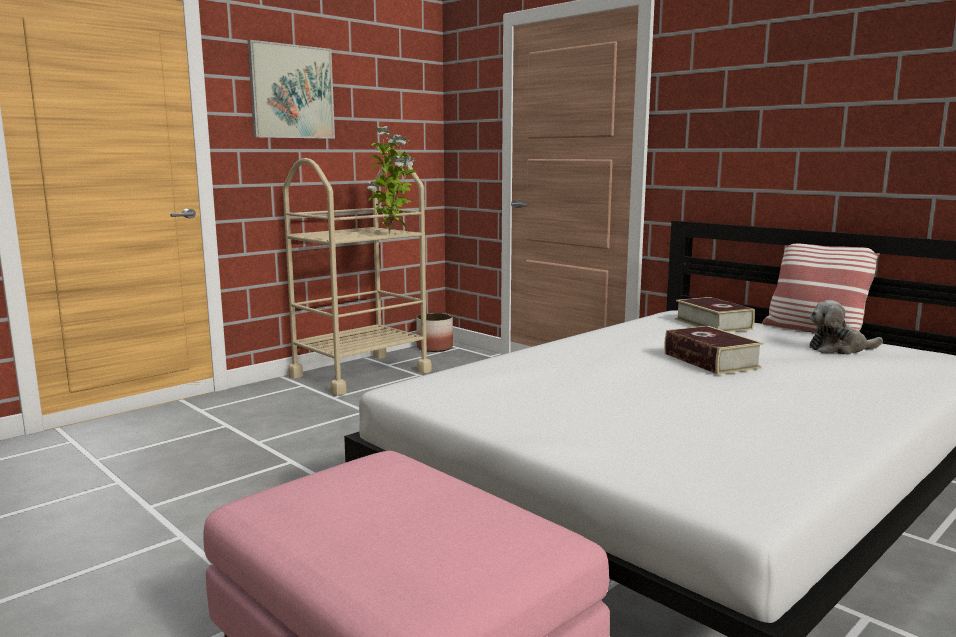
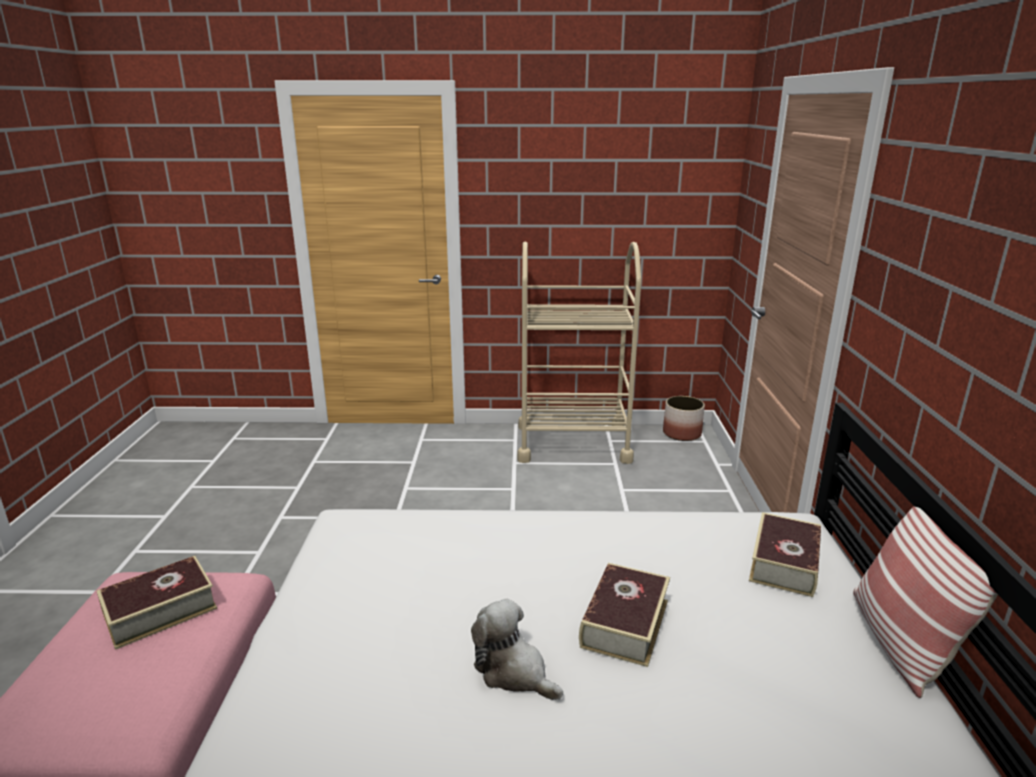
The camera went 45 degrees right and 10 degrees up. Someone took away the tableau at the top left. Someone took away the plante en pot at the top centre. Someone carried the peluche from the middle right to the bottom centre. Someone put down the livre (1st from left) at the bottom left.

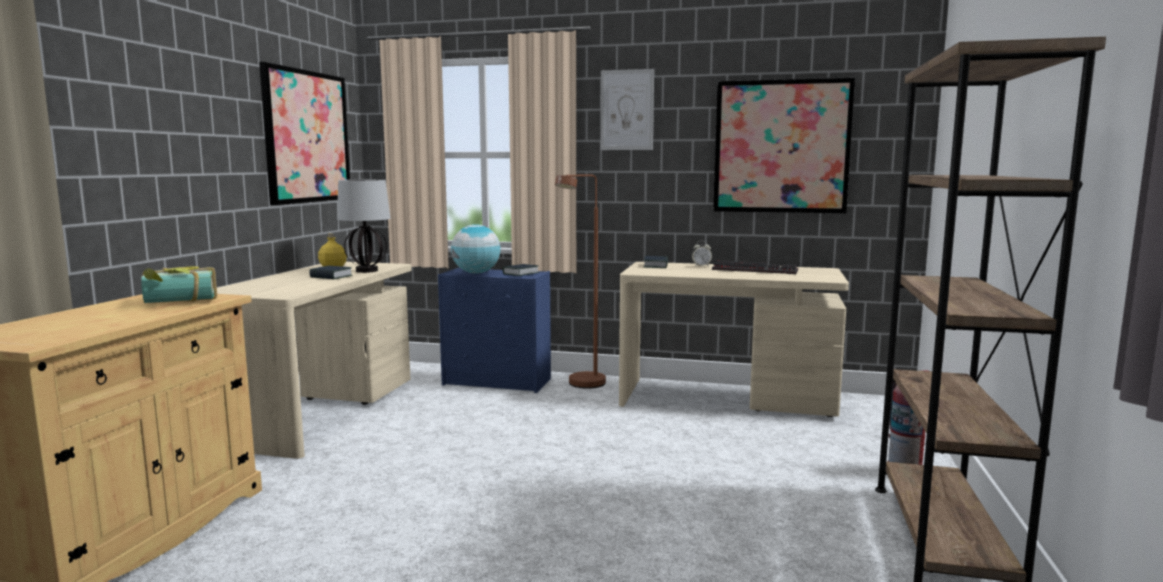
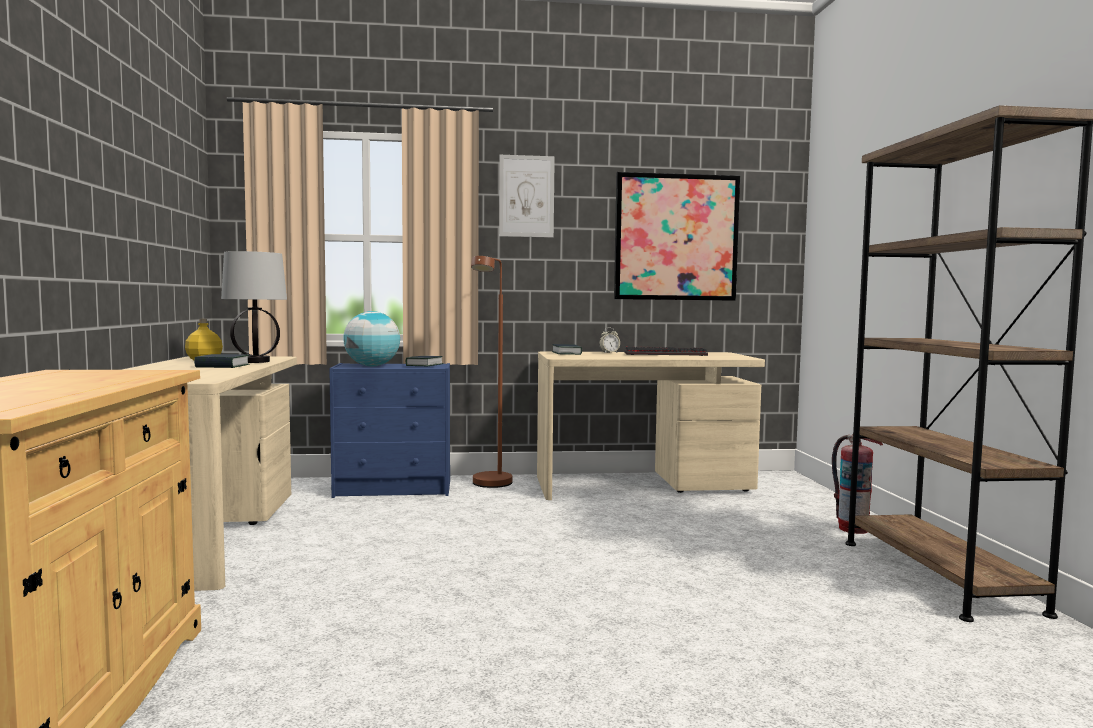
The camera went 20 degrees left and 5 degrees down. Someone took away the livre (1st from left) at the middle left. Someone took away the tableau (1st from left) at the top left.

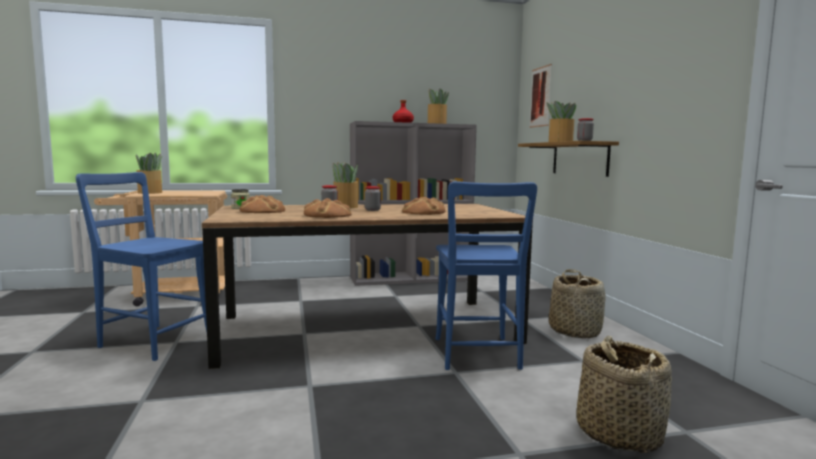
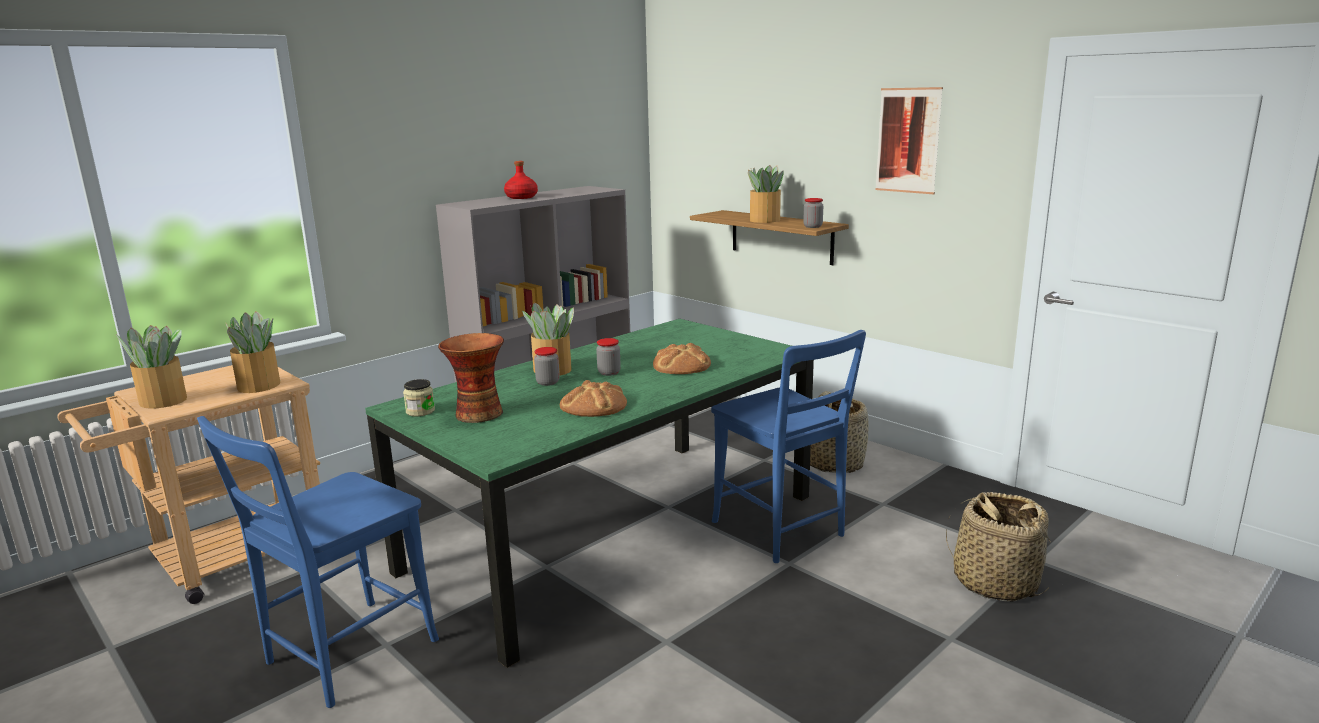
The camera went 30 degrees left and 10 degrees up. Someone rotated the chaise (bleu) (1st from left) at the middle left by 45 degrees counterclockwise. Someone repainted the table à manger (marron) at the centre, which became the table à manger (vert) at the bottom centre. Someone swapped the pain (1st from left) at the middle left for the vase at the centre. Someone carried the plante en pot (3rd from left in the first image) from the top centre to the middle left. Someone carried the tableau from the top centre to the top right.

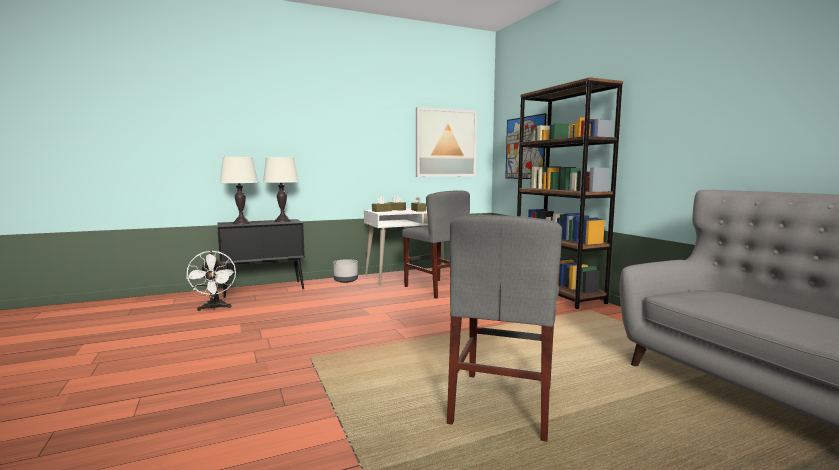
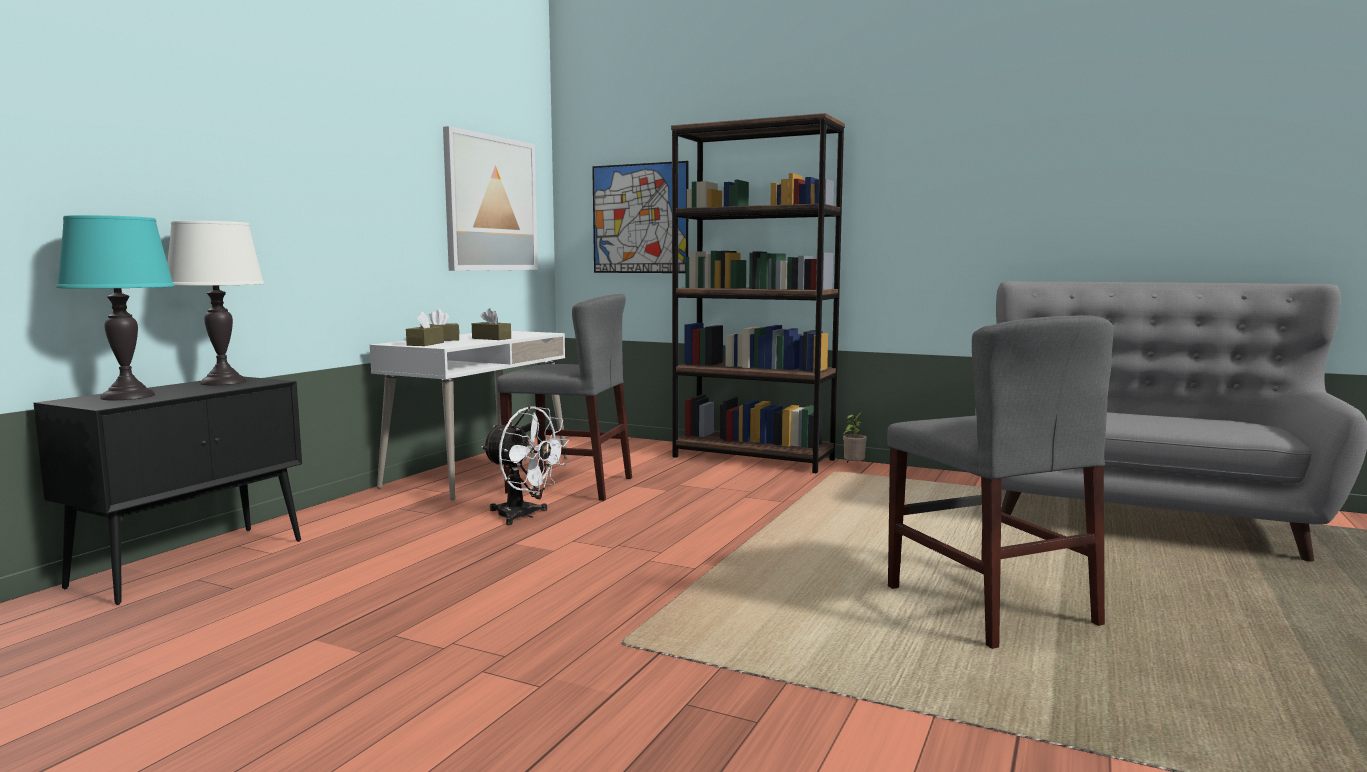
The camera went 40 degrees left and 0 degrees up. Someone carried the ventilateur (blanc) from the middle left to the centre. Someone repainted the lampe de table (blanc) (1st from left) at the middle left, which became the lampe de table (turquoise) at the middle left. Someone took away the cache-pot (gris) at the centre. Someone put down the plante en pot at the centre.

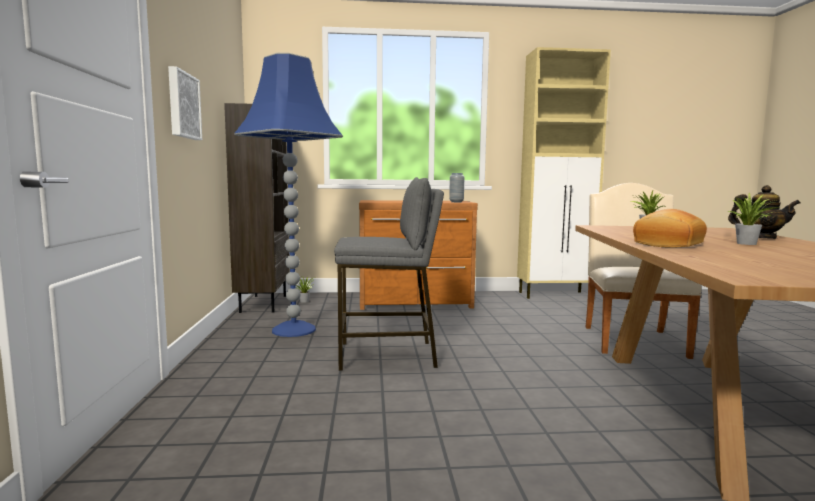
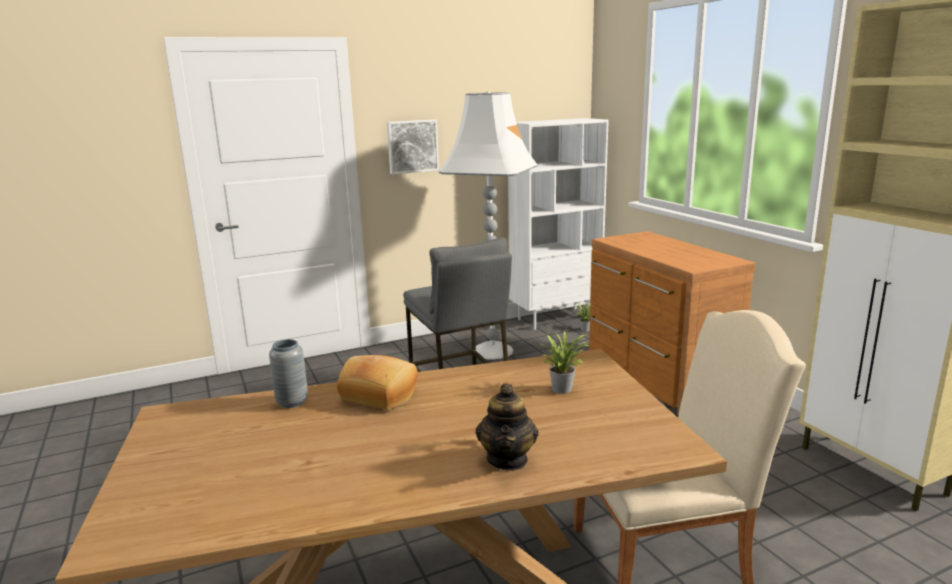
The camera went 70 degrees right and 10 degrees up. Someone repainted the bibliothèque (marron) at the middle left, which became the bibliothèque (blanc) at the centre. Someone repainted the lampadaire (bleu) at the centre, which became the lampadaire (blanc) at the centre. Someone carried the vase (gris) from the centre to the middle left. Someone took away the plante en pot (3rd from left) at the middle right.

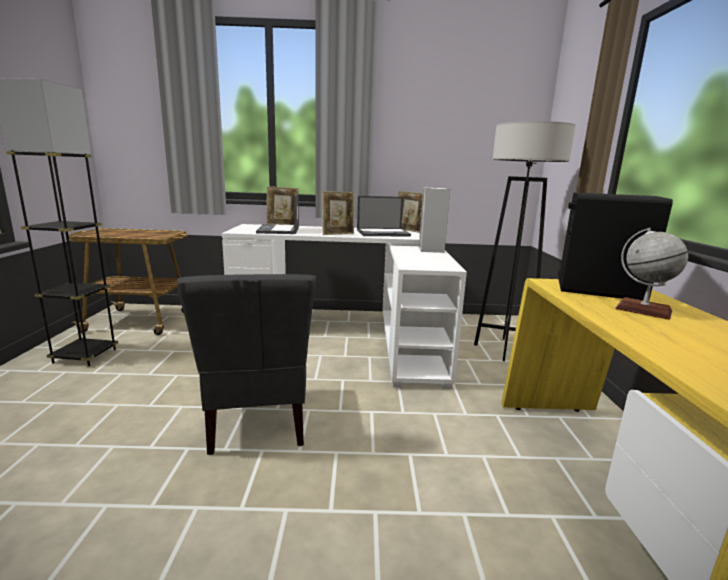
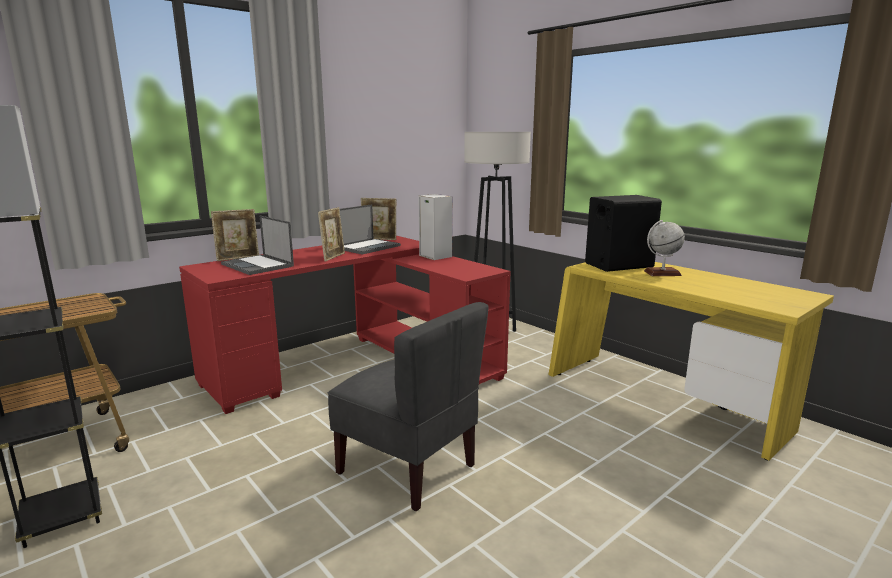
The camera went 40 degrees left and 0 degrees up. Someone repainted the bureau (blanc) at the centre, which became the bureau (rouge) at the centre.

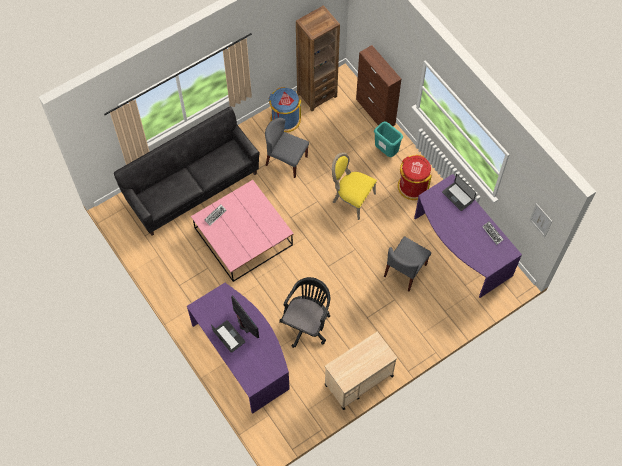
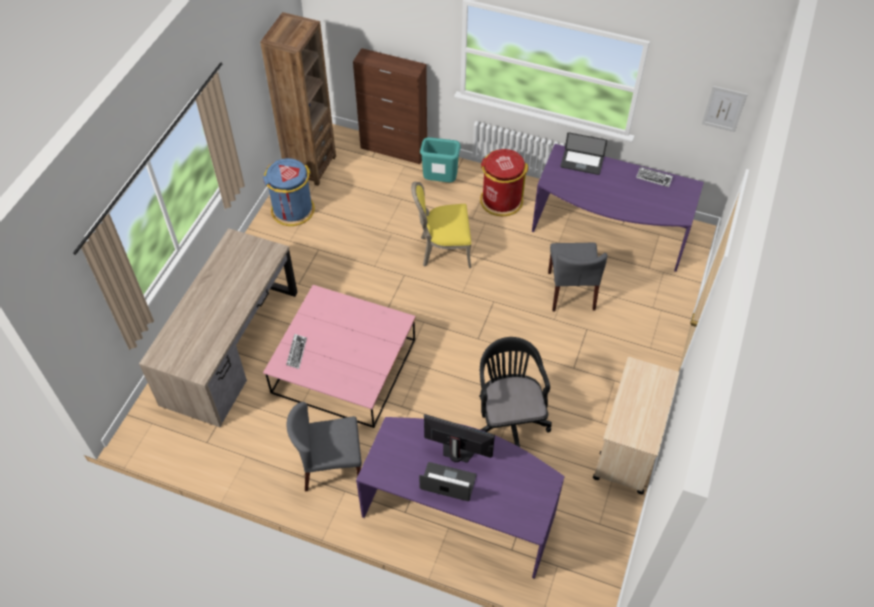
The camera went 35 degrees left and 10 degrees down. Someone swapped the canapé (noir) at the middle left for the bureau (marron) at the middle left. Someone carried the chaise (gris) (1st from left) from the top centre to the bottom centre.

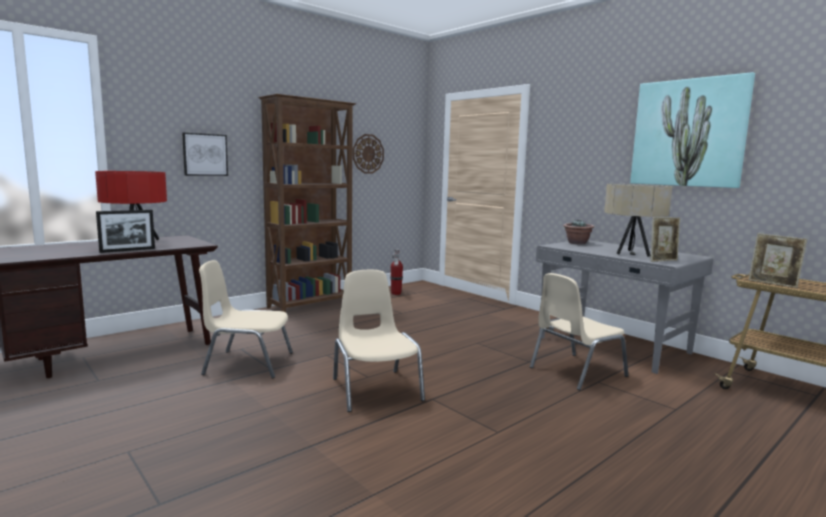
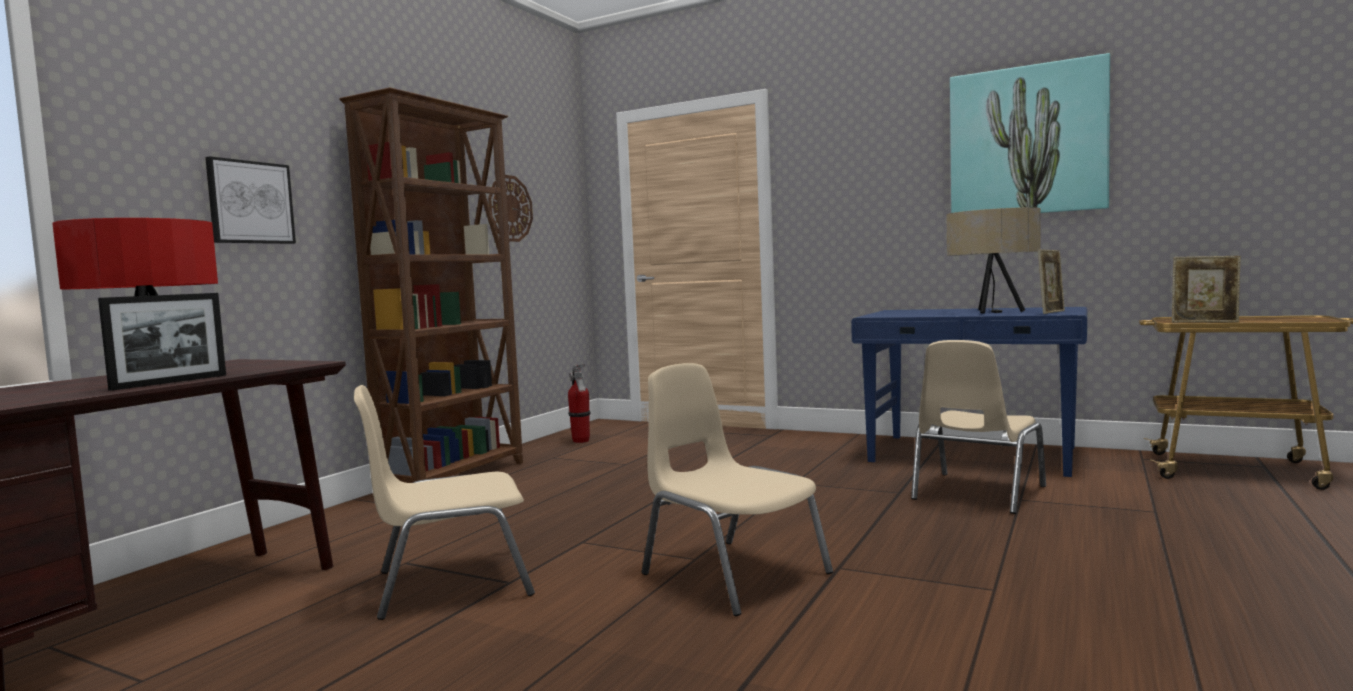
The camera went 20 degrees left and 5 degrees down. Someone repainted the bureau (gris) at the middle right, which became the bureau (bleu) at the middle right. Someone took away the plante en pot at the middle right.

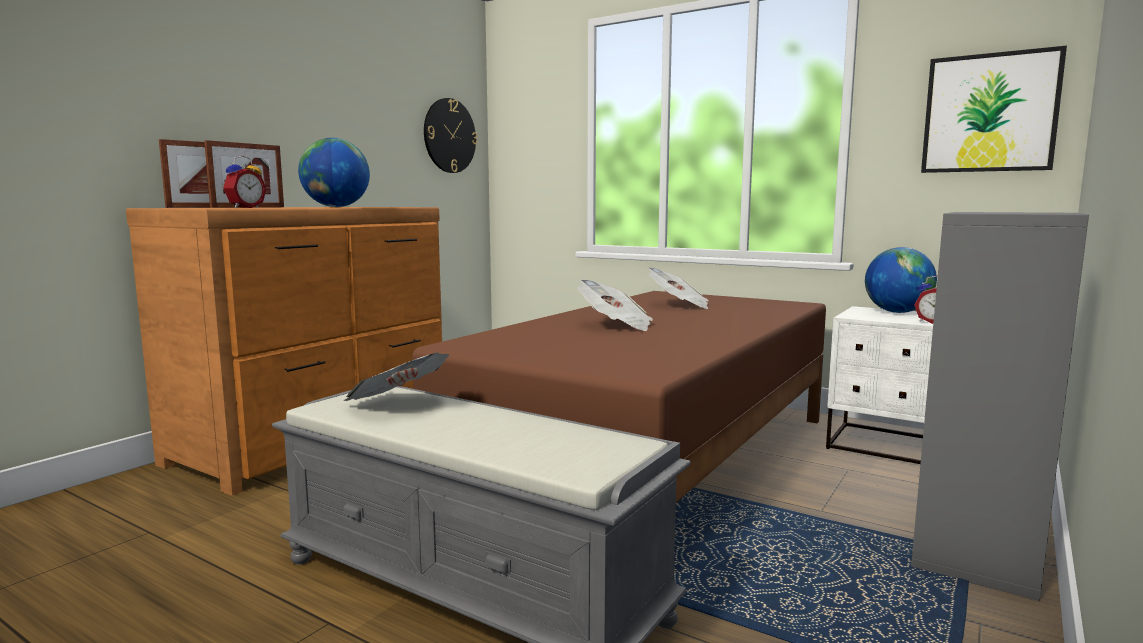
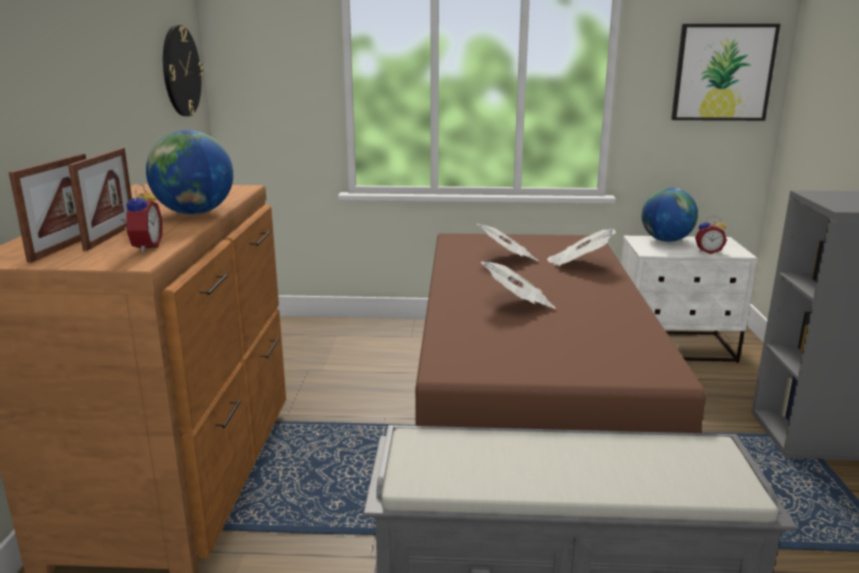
The camera went 30 degrees left and 10 degrees up. Someone carried the journal (1st from left in the first image) from the centre to the middle right.

